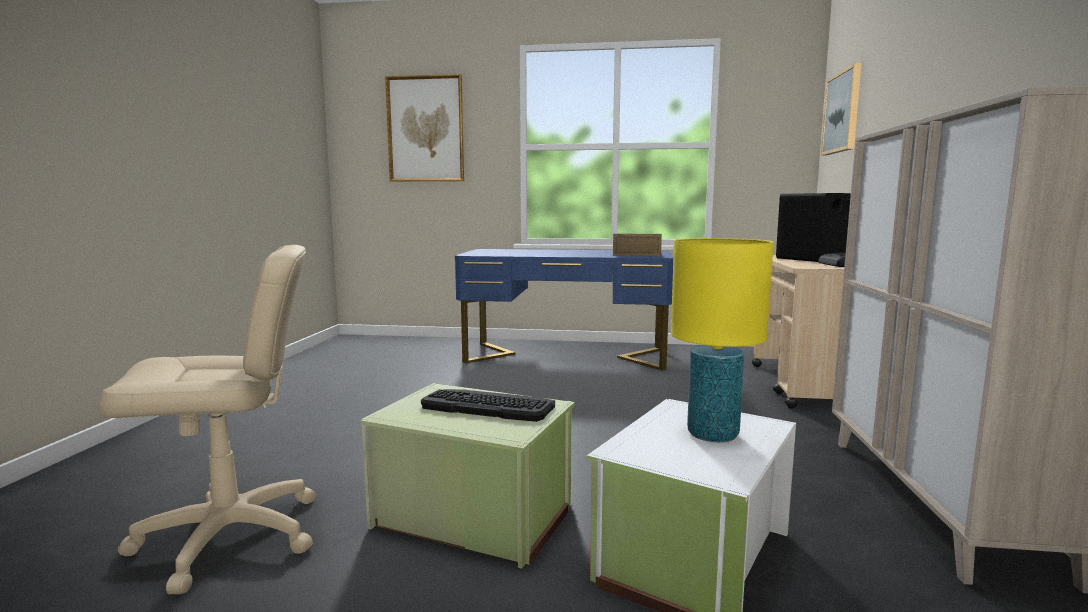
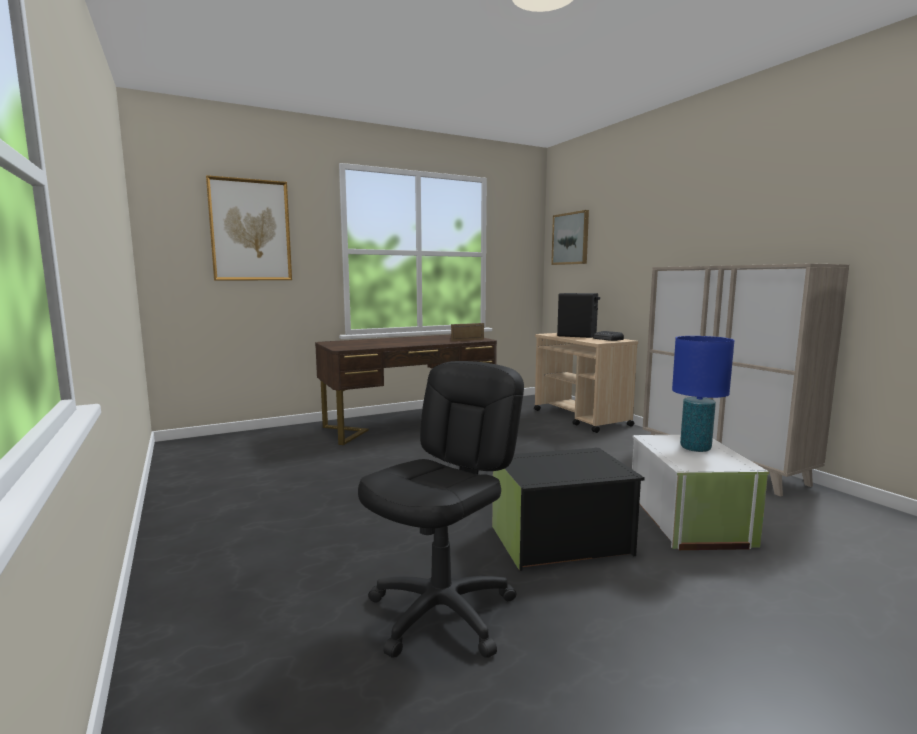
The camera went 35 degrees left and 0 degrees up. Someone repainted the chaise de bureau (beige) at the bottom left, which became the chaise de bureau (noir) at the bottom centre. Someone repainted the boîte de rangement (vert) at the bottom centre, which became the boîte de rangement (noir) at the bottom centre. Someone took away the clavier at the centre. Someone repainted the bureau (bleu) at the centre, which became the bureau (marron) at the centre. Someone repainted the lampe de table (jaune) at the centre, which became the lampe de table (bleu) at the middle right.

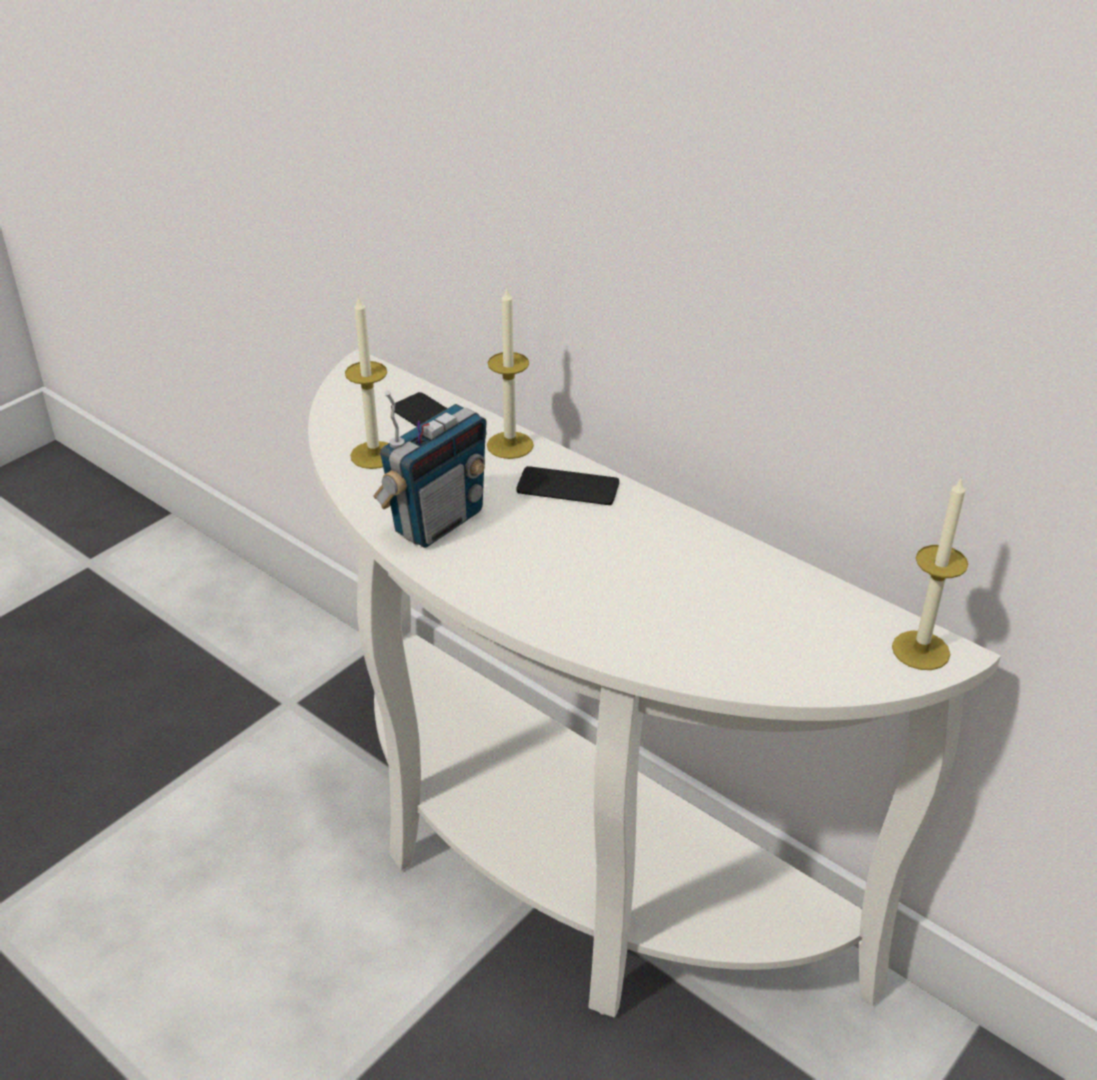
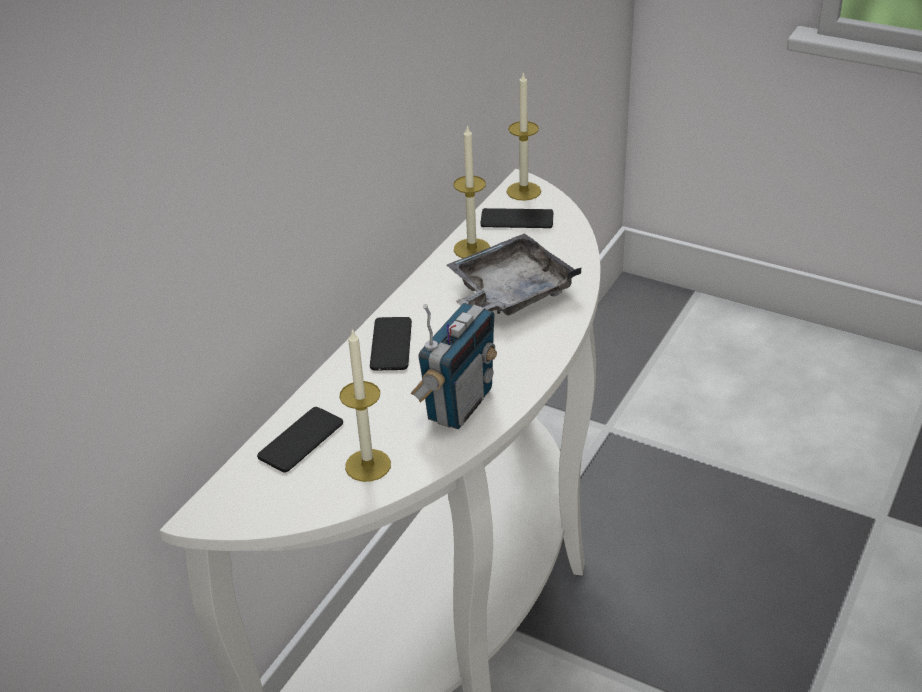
The camera went 100 degrees left and 0 degrees up. Someone rotated the radio at the centre by 90 degrees clockwise. Someone carried the bougie (2nd from left) from the centre to the top centre. Someone put down the plateau (gris) at the centre. Someone put down the téléphone (3rd from left) at the top centre.

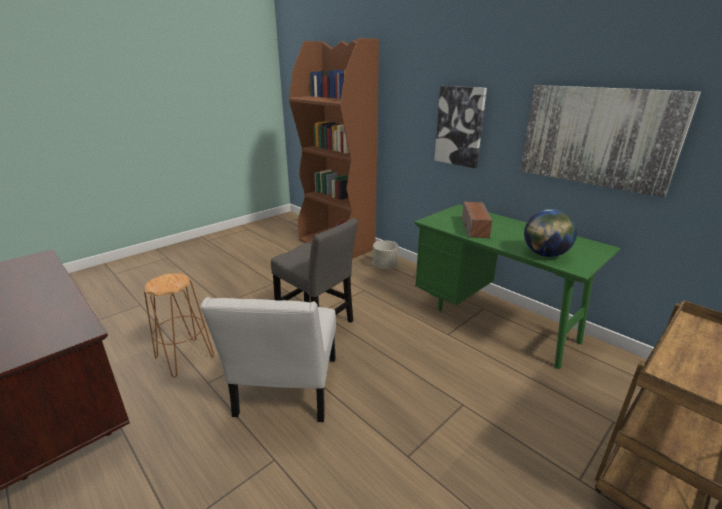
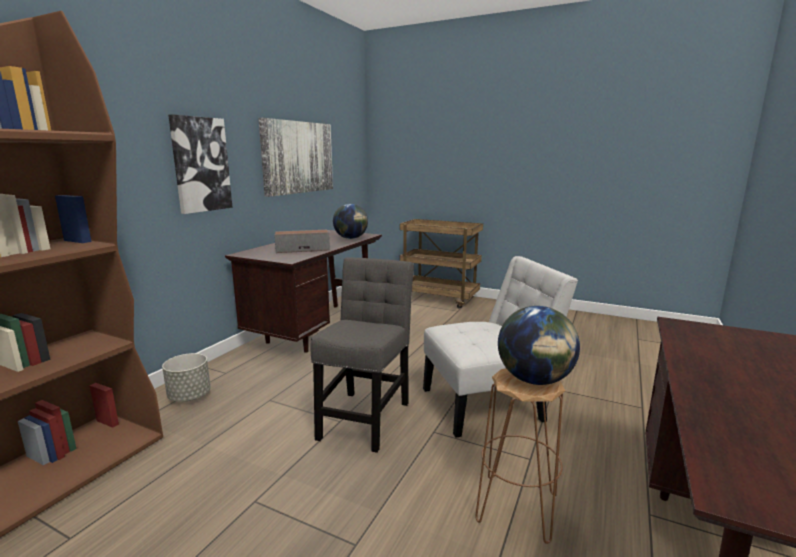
The camera went 110 degrees left and 10 degrees down. Someone repainted the bureau (vert) at the middle right, which became the bureau (marron) (1st from left) at the centre. Someone put down the globe (2nd from left) at the middle right.

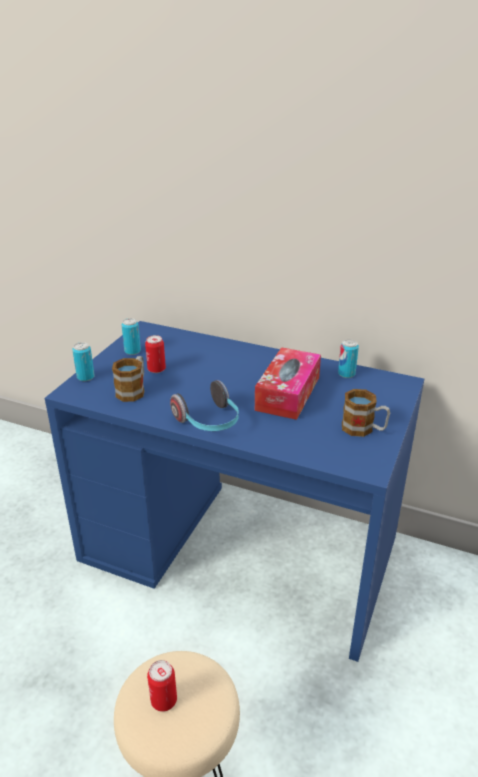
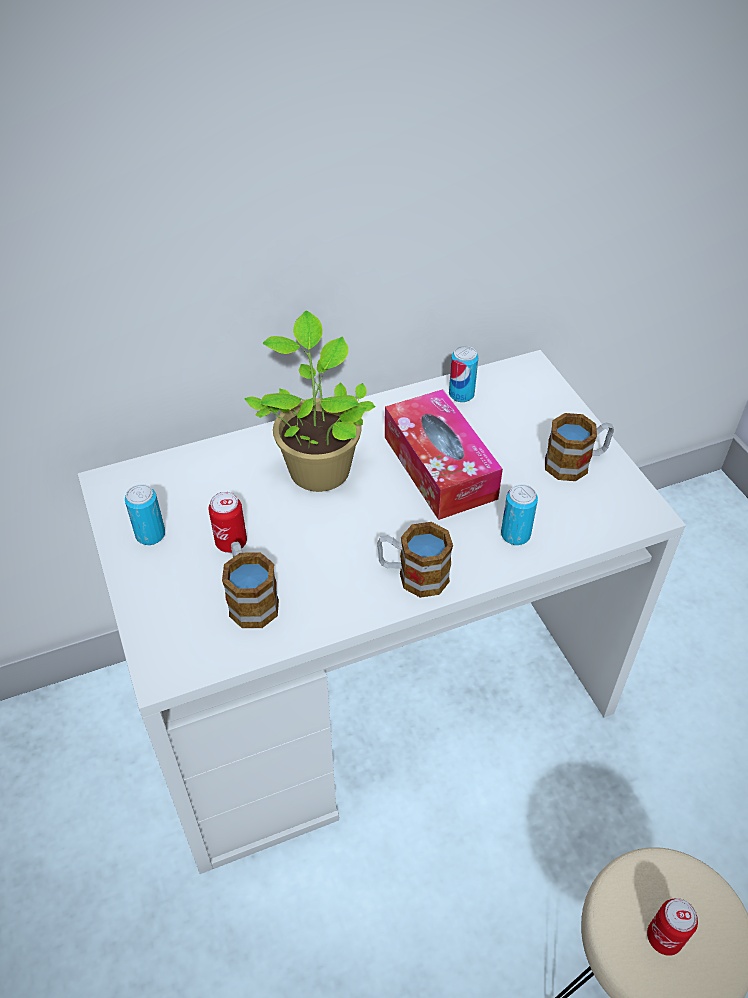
The camera went 45 degrees left and 15 degrees up. Someone repainted the bureau (bleu) at the centre, which became the bureau (blanc) at the centre. Someone carried the boîte métallique (1st from left in the first image) from the middle left to the middle right. Someone swapped the casque audio at the centre for the mug (2nd from left) at the centre. Someone put down the plante en pot at the centre.

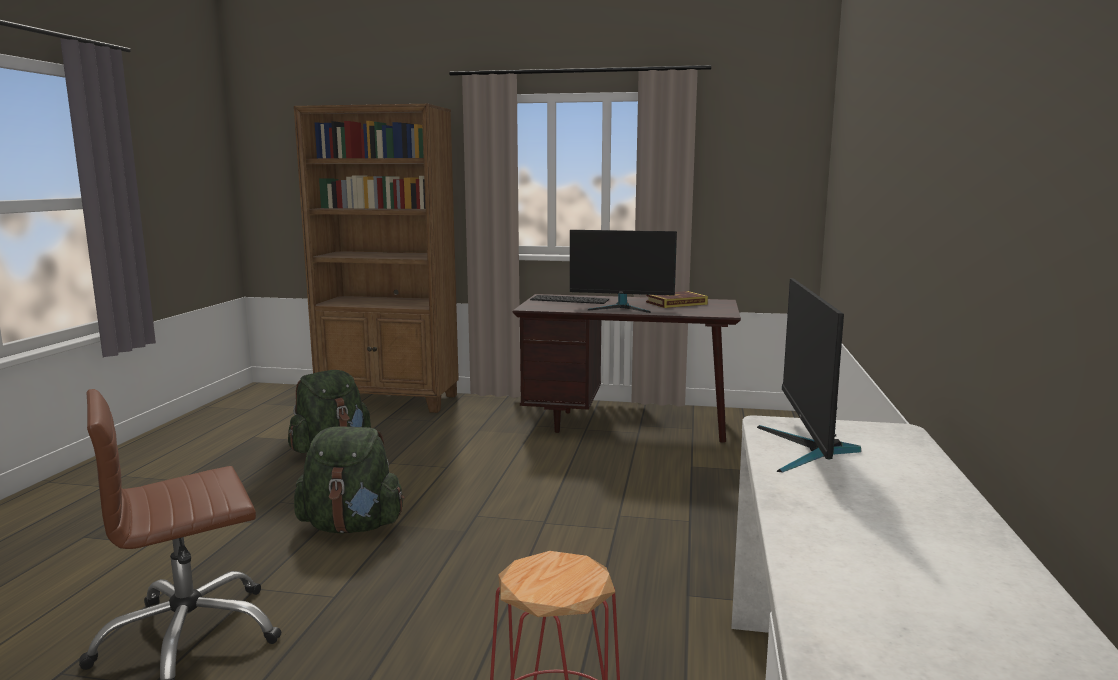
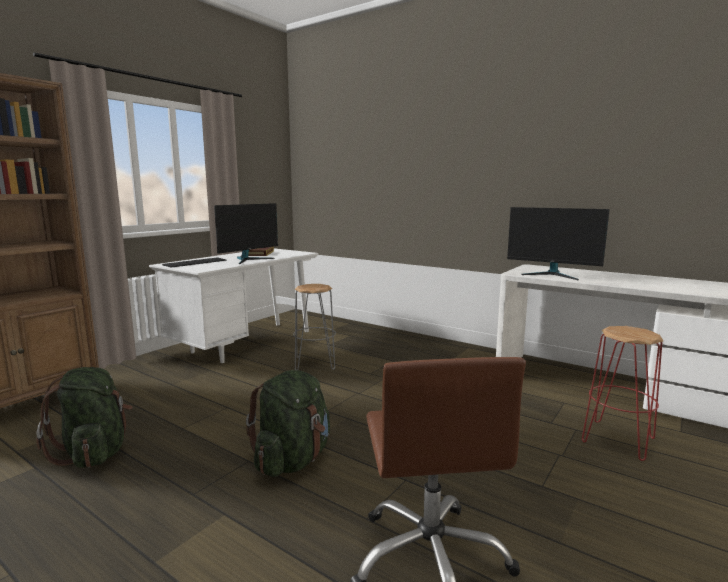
The camera went 65 degrees left and 0 degrees up. Someone repainted the bureau (marron) at the centre, which became the bureau (blanc) (1st from left) at the middle left. Someone put down the tabouret (gris) at the centre.

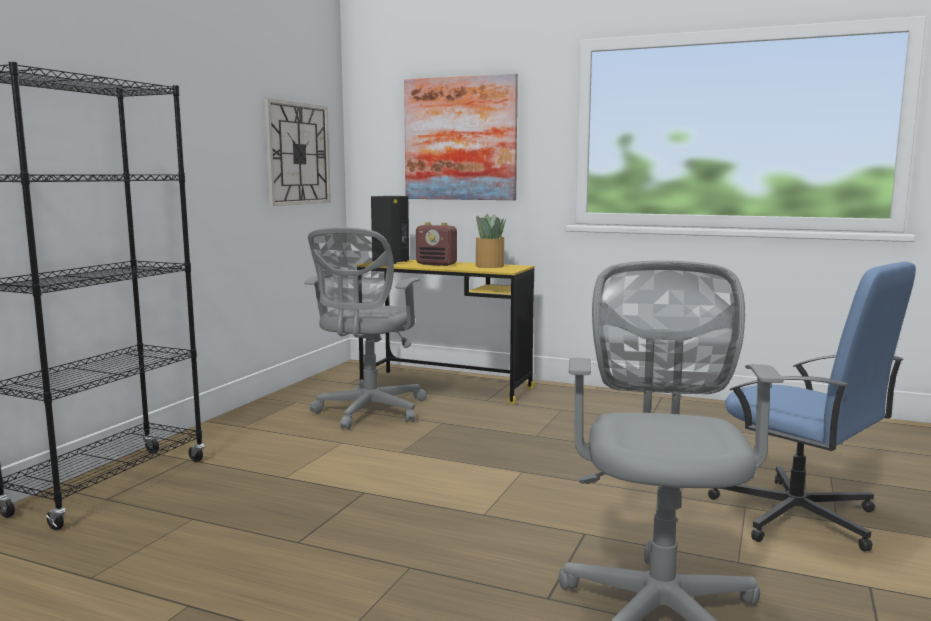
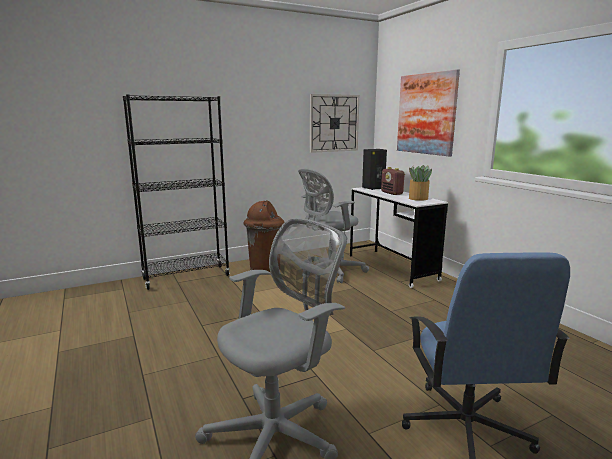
The camera went 40 degrees right and 5 degrees up. Someone repainted the bureau (jaune) at the centre, which became the bureau (blanc) at the centre. Someone put down the poubelle (marron) at the centre.

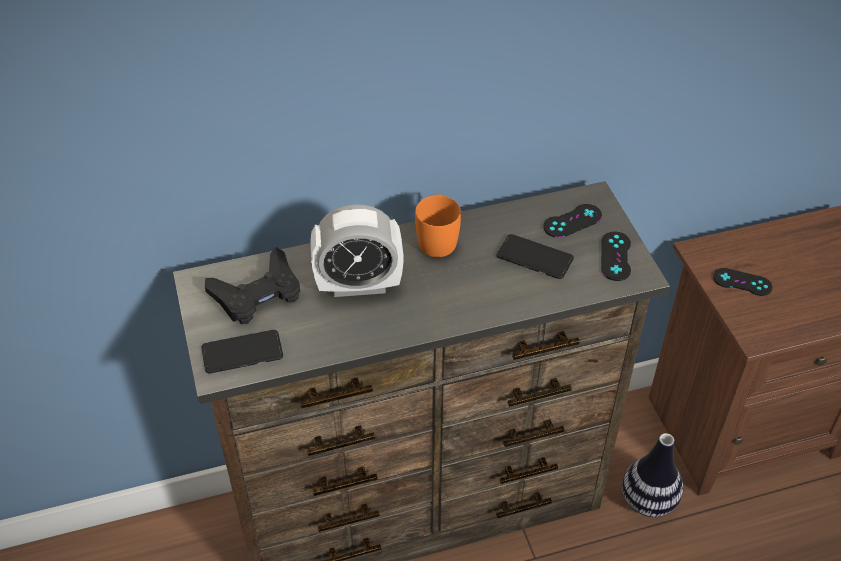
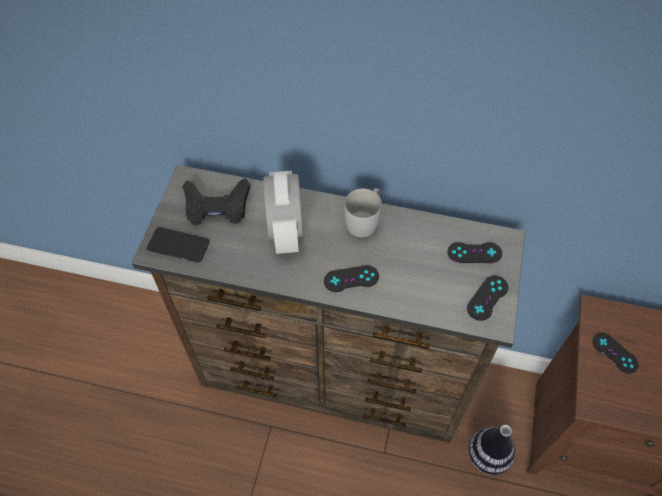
The camera went 30 degrees right and 10 degrees up. Someone rotated the réveil at the centre by 60 degrees clockwise. Someone repainted the mug (orange) at the centre, which became the mug (blanc) at the centre. Someone took away the téléphone (2nd from left) at the centre. Someone put down the manette (noir) (2nd from left) at the centre.

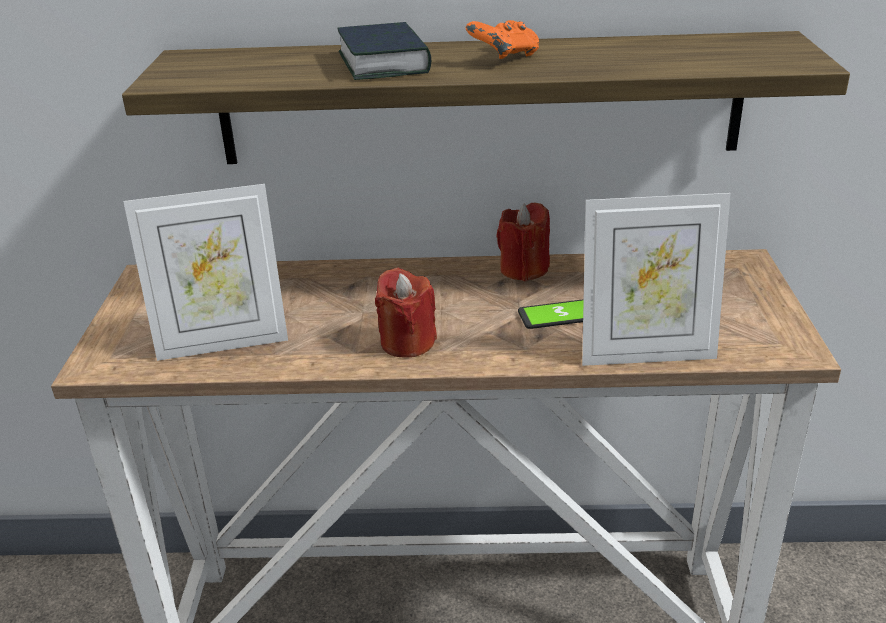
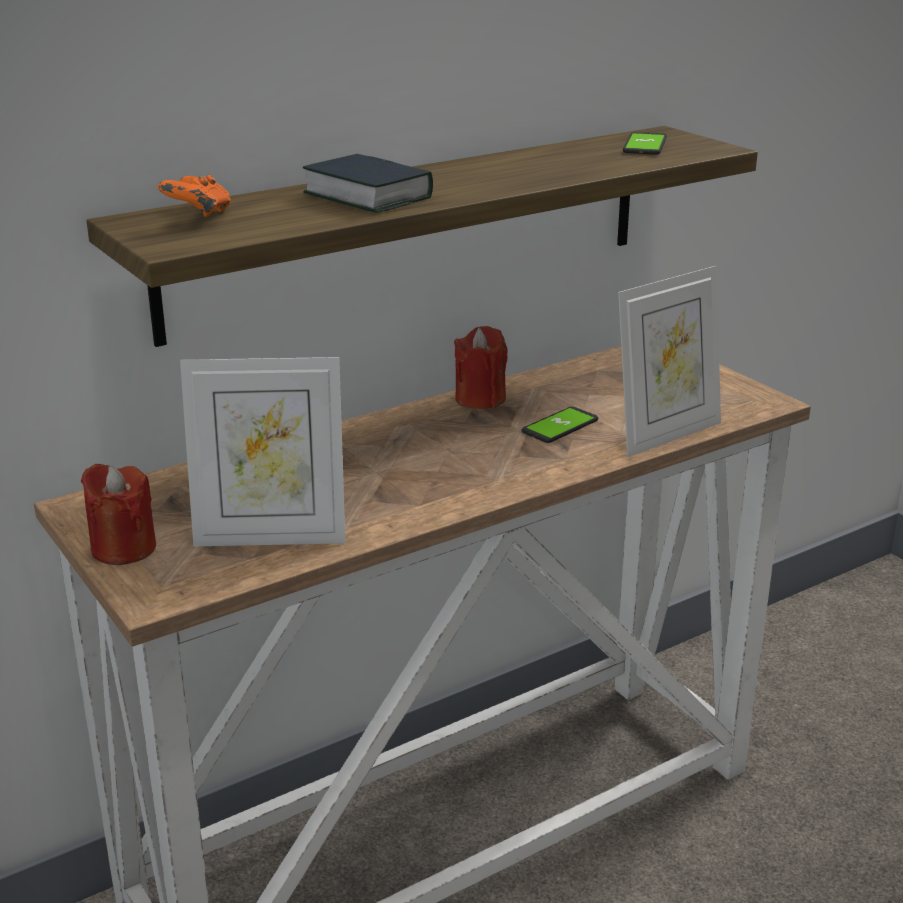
The camera went 35 degrees left and 5 degrees down. Someone rotated the cadre photo (1st from left) at the middle left by 45 degrees clockwise. Someone carried the bougie (rouge) (1st from left) from the centre to the middle left. Someone carried the manette (orange) from the top centre to the top left. Someone put down the téléphone (2nd from left) at the top right.

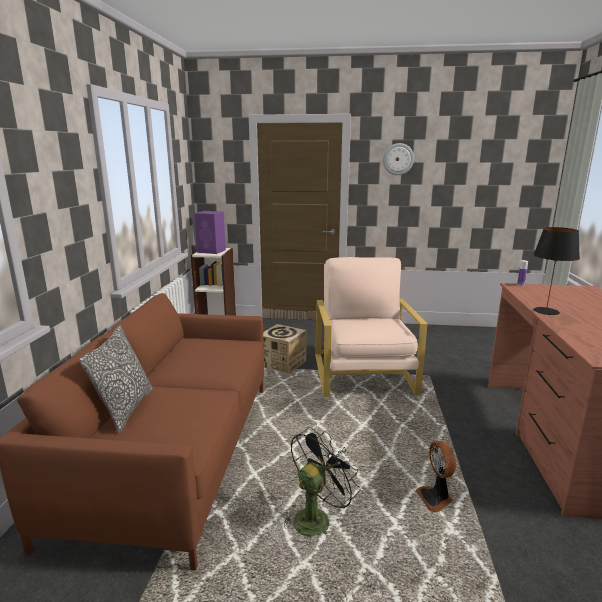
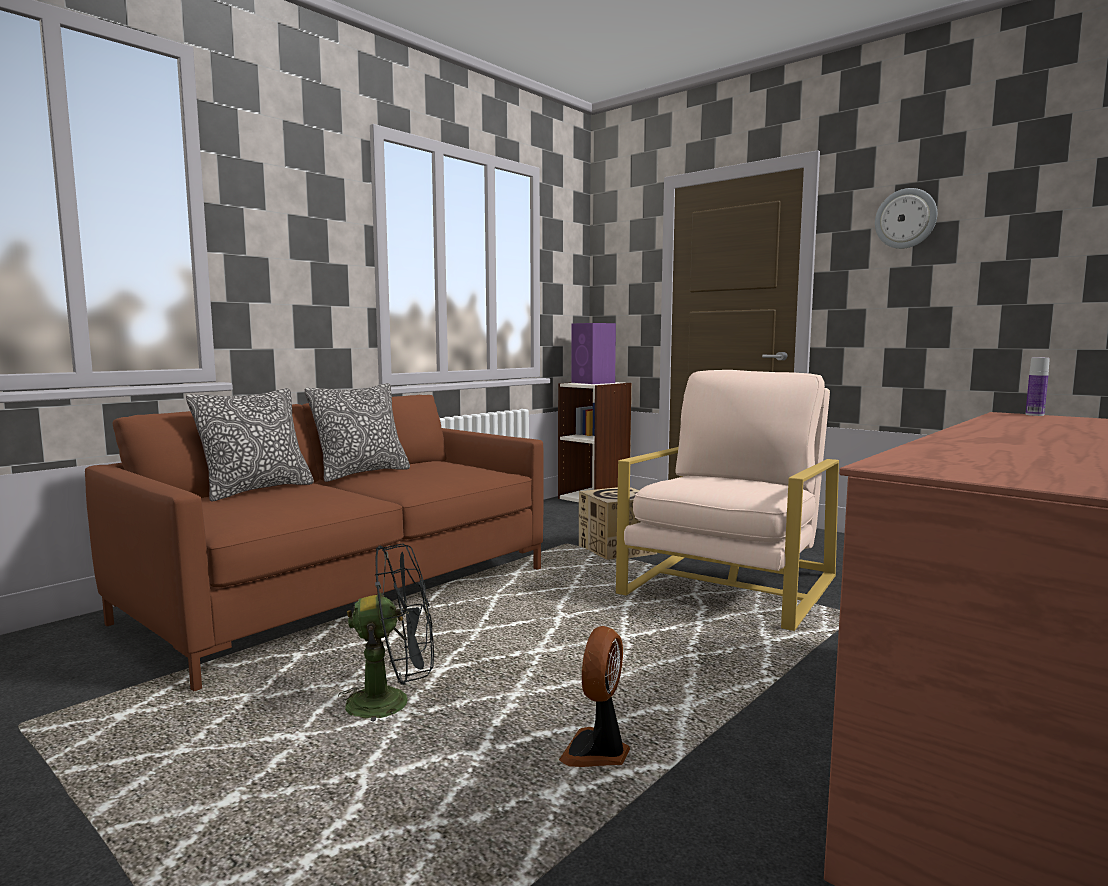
The camera went 35 degrees right and 10 degrees down. Someone took away the lampe de table (noir) at the middle right. Someone put down the coussin (2nd from left) at the middle left.

